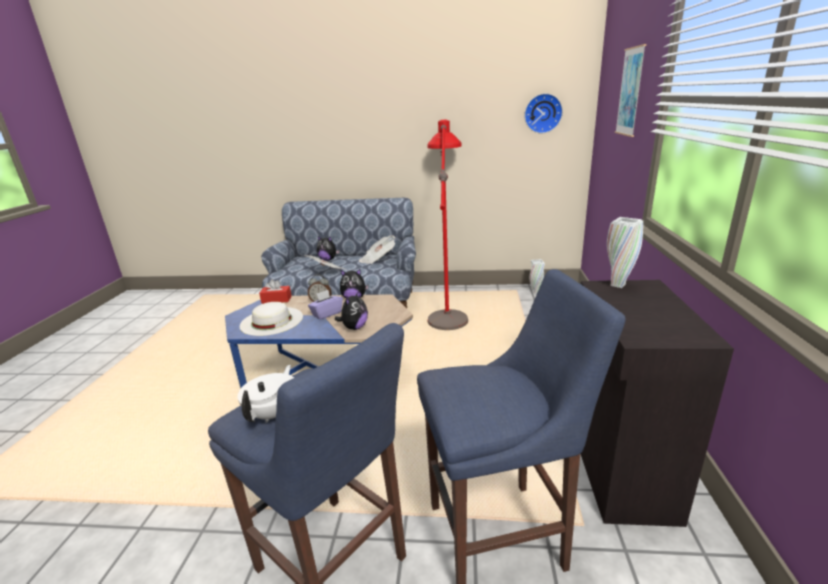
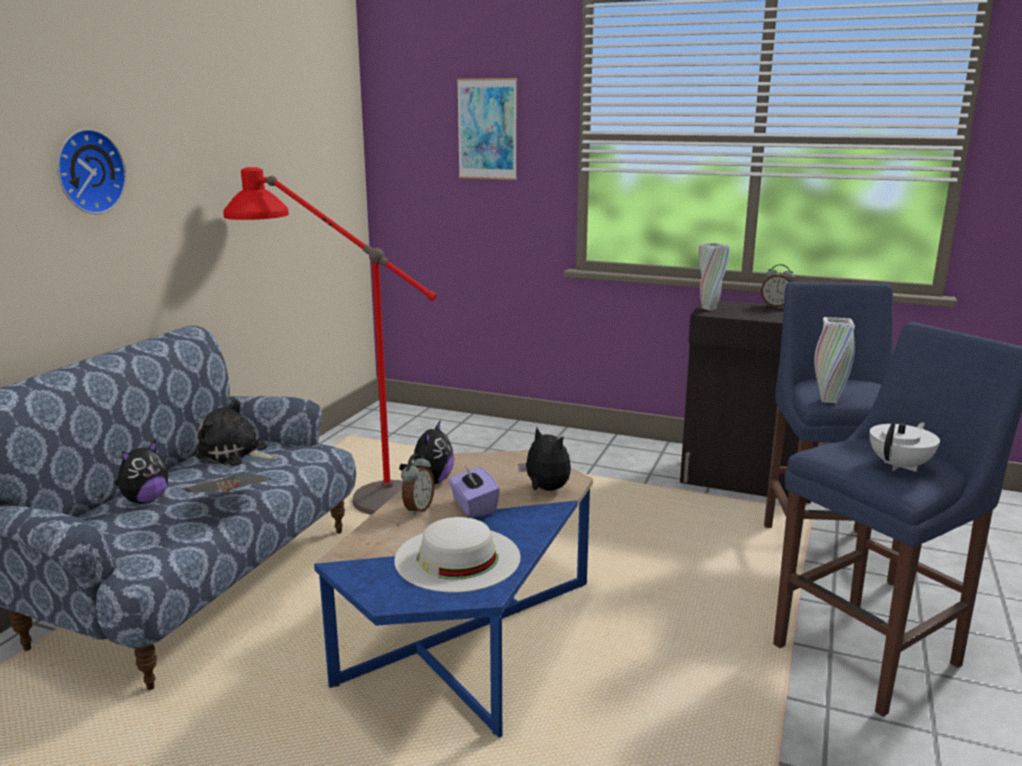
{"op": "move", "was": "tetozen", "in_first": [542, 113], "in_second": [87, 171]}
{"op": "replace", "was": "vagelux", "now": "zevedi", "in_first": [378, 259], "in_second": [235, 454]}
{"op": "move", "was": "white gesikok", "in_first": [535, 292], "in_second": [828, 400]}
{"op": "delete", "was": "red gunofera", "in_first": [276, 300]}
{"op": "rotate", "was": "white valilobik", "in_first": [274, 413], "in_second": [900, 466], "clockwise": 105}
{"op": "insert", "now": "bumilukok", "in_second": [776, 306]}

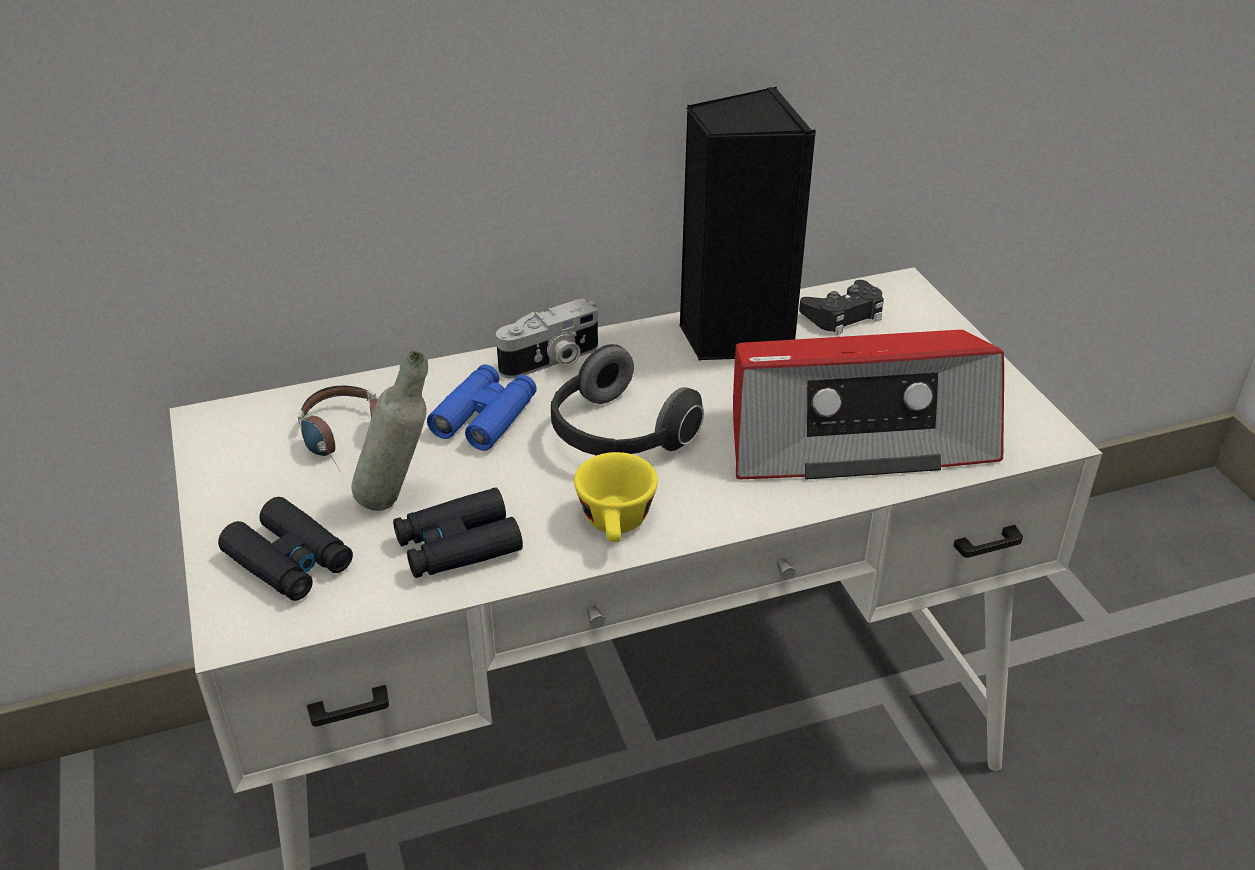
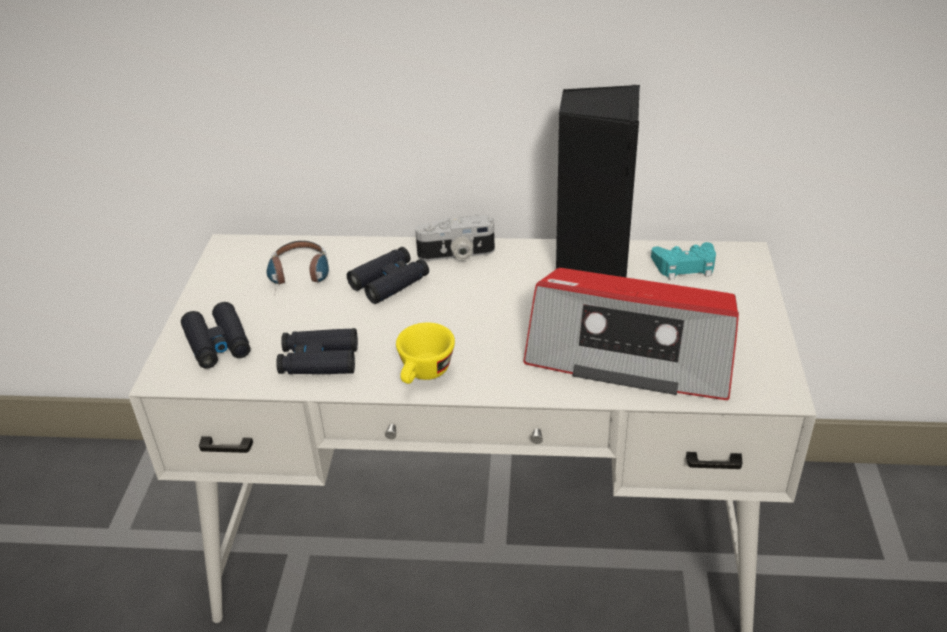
{"op": "recolor", "was": "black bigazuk", "now": "turquoise bigazuk", "in_first": [843, 315], "in_second": [684, 266]}
{"op": "delete", "was": "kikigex", "in_first": [617, 436]}
{"op": "delete", "was": "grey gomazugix", "in_first": [399, 500]}
{"op": "recolor", "was": "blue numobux", "now": "black numobux", "in_first": [485, 417], "in_second": [389, 282]}

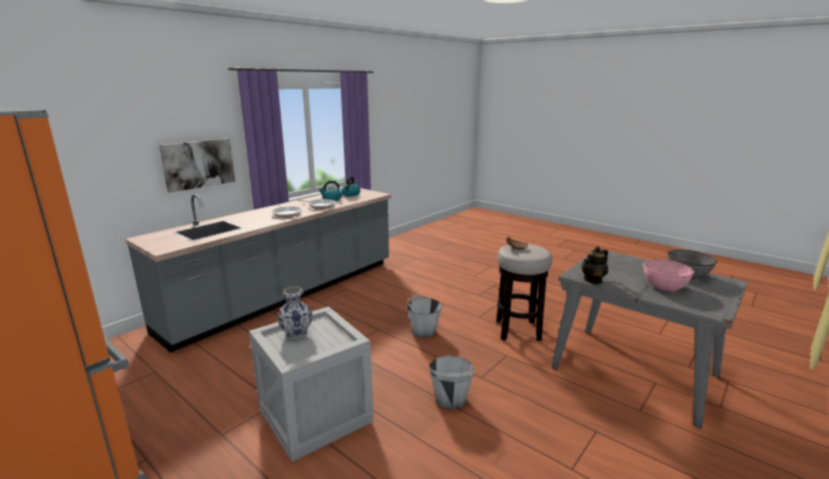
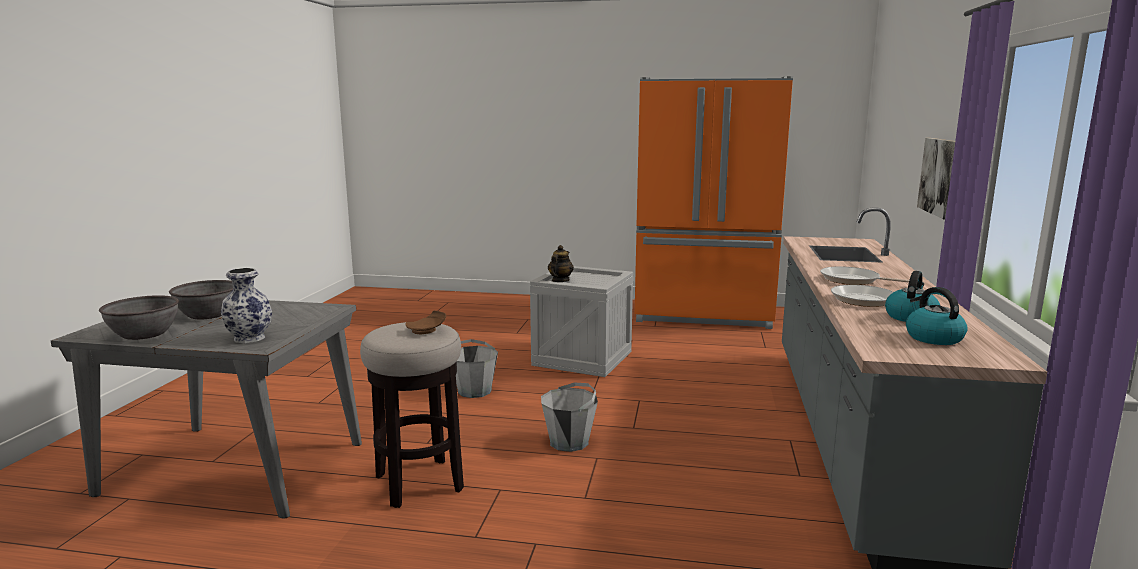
{"op": "move", "was": "valilobik", "in_first": [593, 280], "in_second": [560, 281]}
{"op": "recolor", "was": "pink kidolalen", "now": "grey kidolalen", "in_first": [664, 286], "in_second": [208, 314]}
{"op": "move", "was": "gesikok", "in_first": [296, 334], "in_second": [250, 338]}

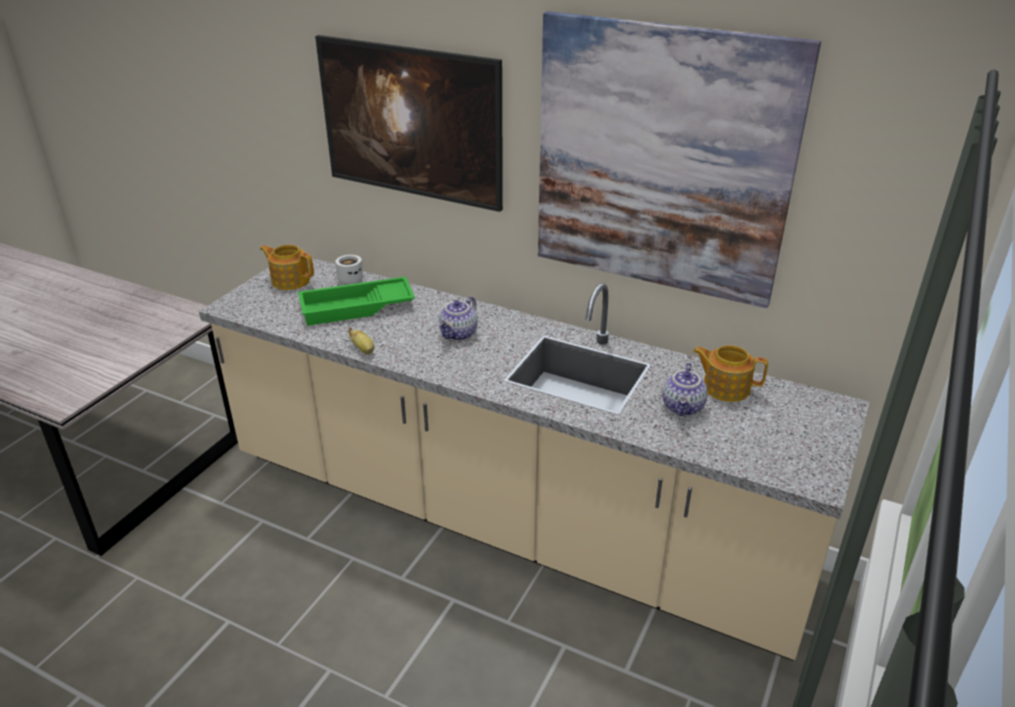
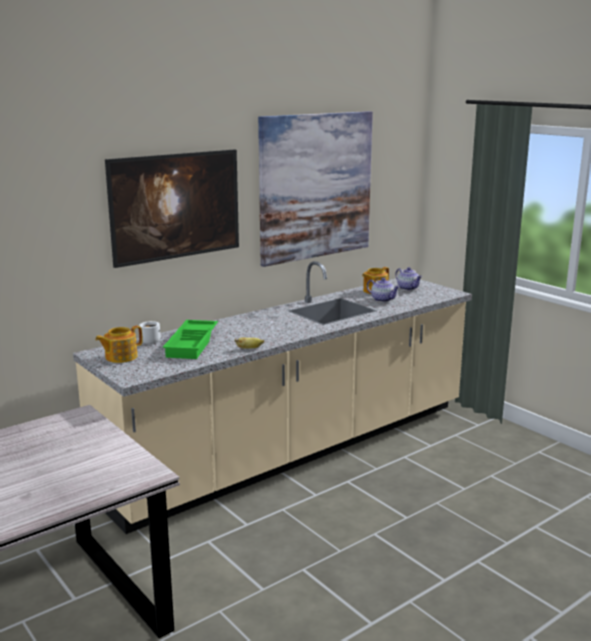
{"op": "move", "was": "valilobik", "in_first": [459, 334], "in_second": [408, 288]}

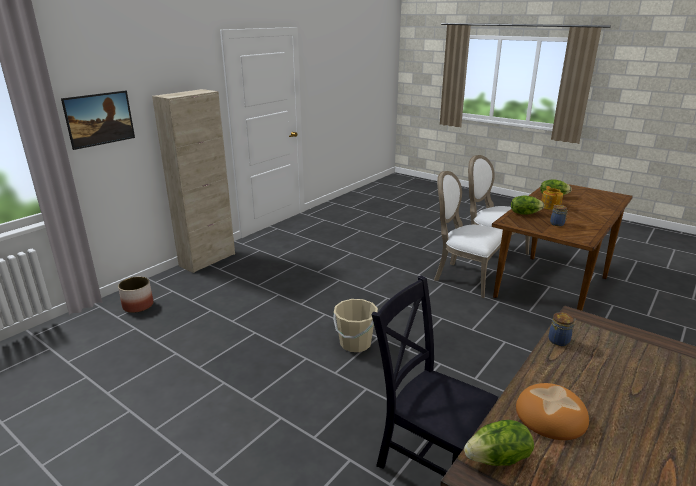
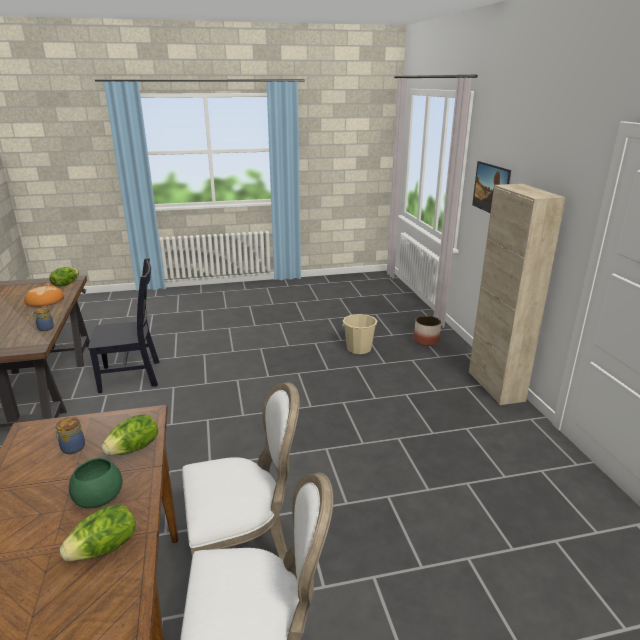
{"op": "replace", "was": "valilobik", "now": "green kidolalen", "in_first": [550, 206], "in_second": [98, 498]}
{"op": "move", "was": "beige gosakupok", "in_first": [355, 343], "in_second": [359, 349]}

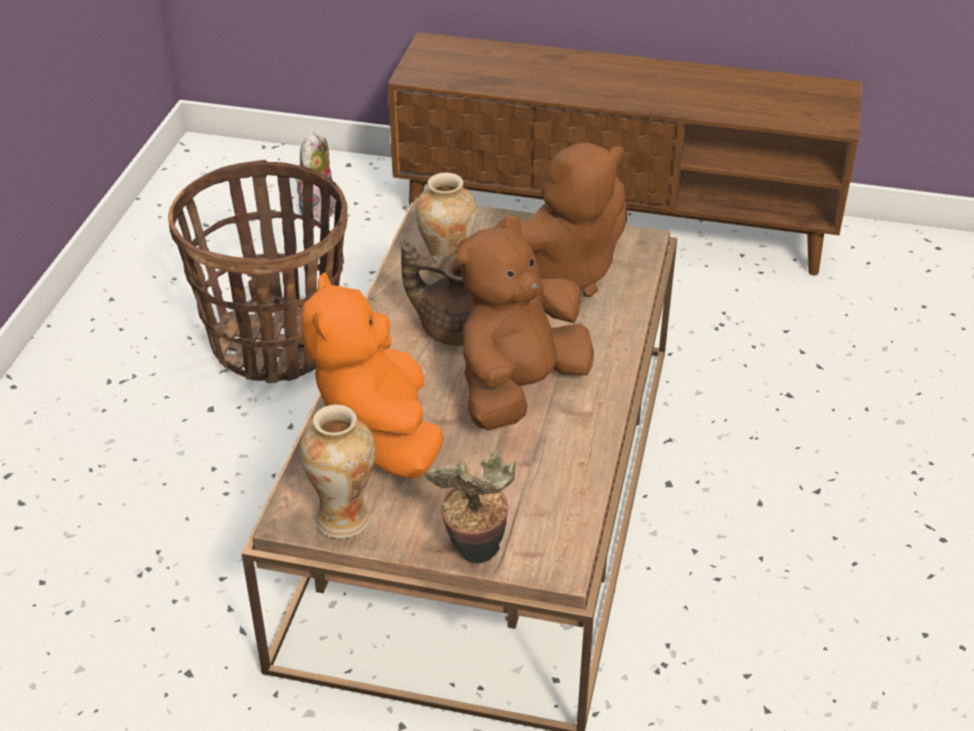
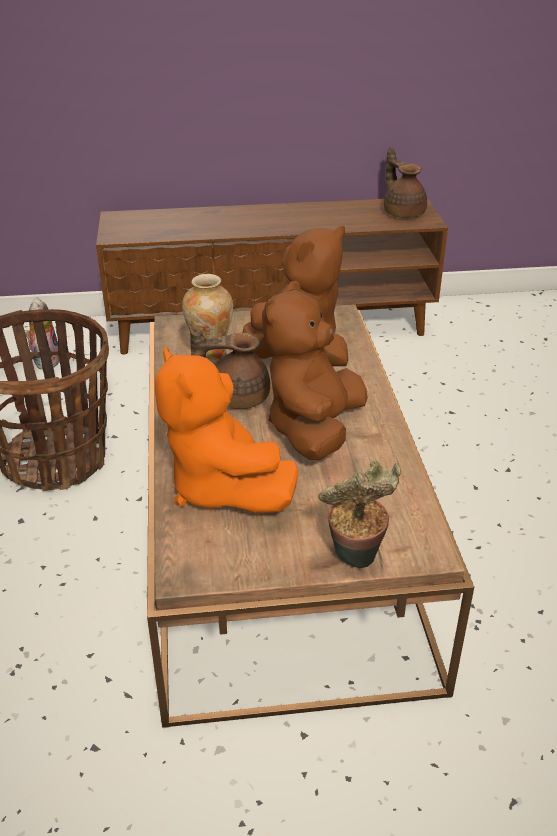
{"op": "delete", "was": "gesikok", "in_first": [343, 519]}
{"op": "insert", "now": "brown valilobik", "in_second": [403, 212]}

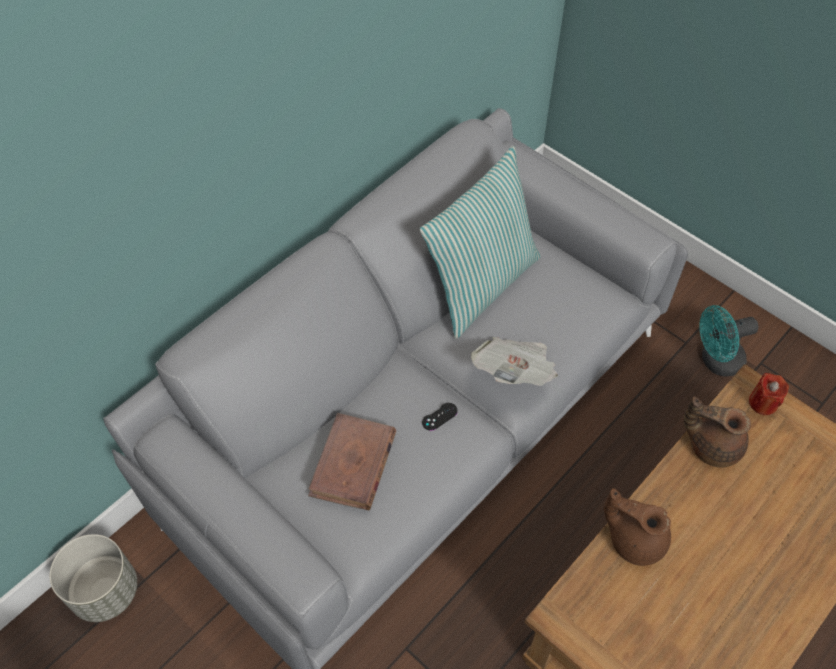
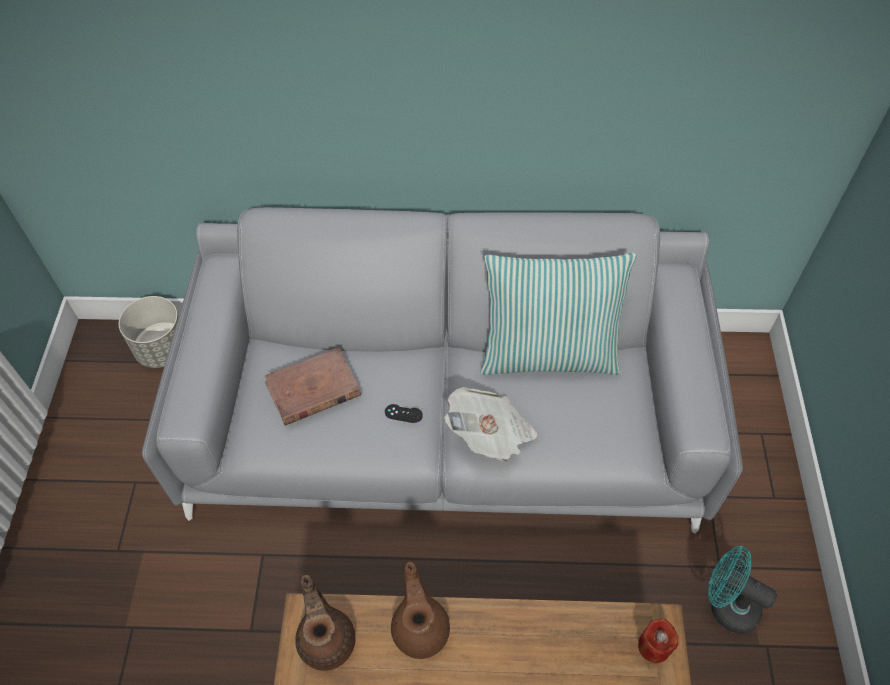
{"op": "move", "was": "brown valilobik", "in_first": [711, 445], "in_second": [327, 638]}

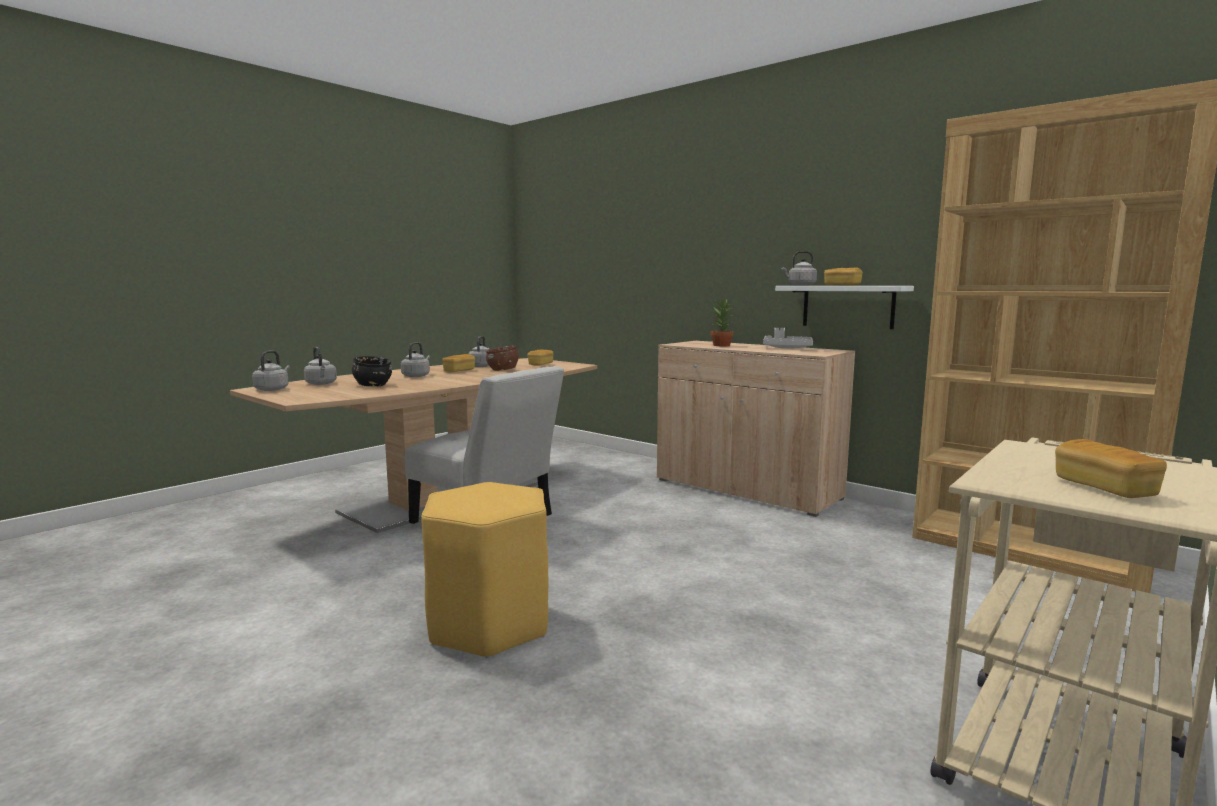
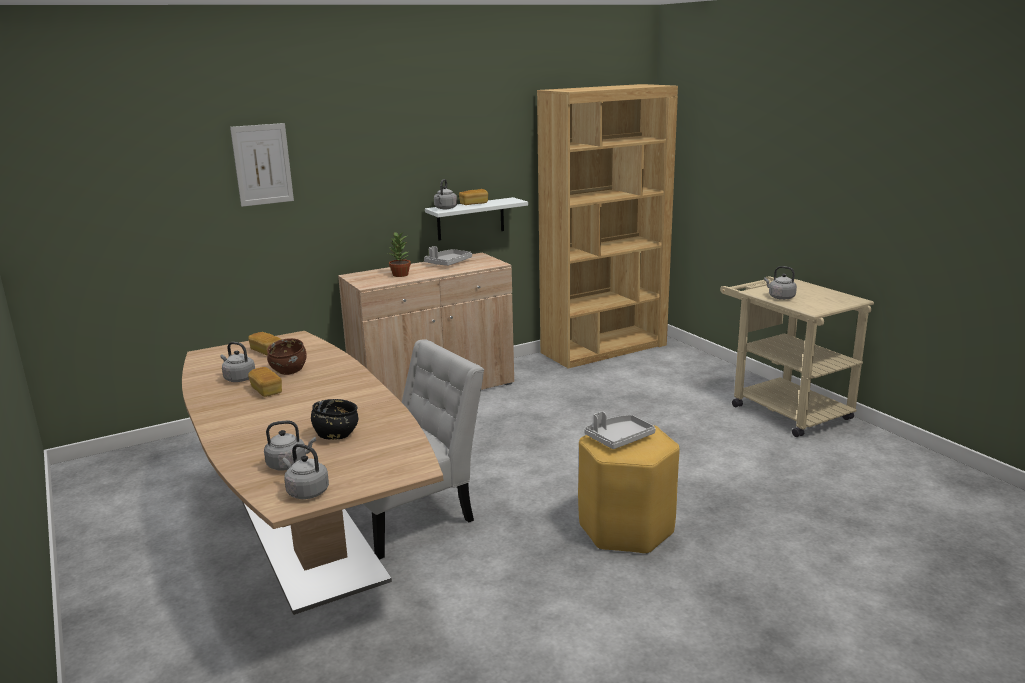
{"op": "move", "was": "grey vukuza", "in_first": [416, 376], "in_second": [780, 297]}
{"op": "delete", "was": "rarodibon", "in_first": [1104, 488]}
{"op": "insert", "now": "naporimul", "in_second": [262, 164]}
{"op": "insert", "now": "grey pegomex", "in_second": [619, 438]}

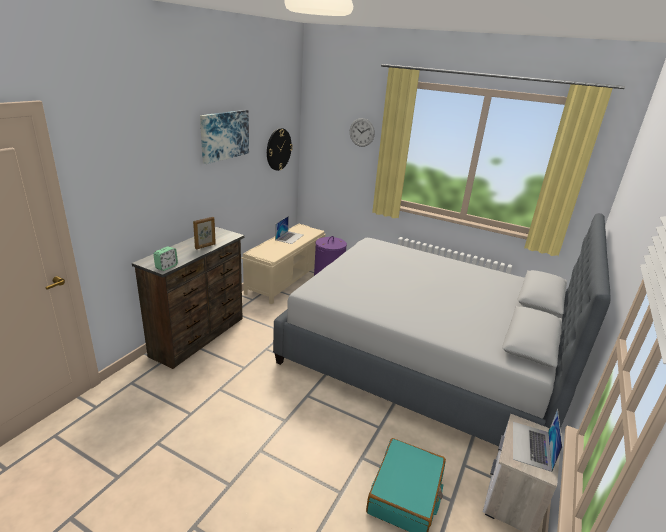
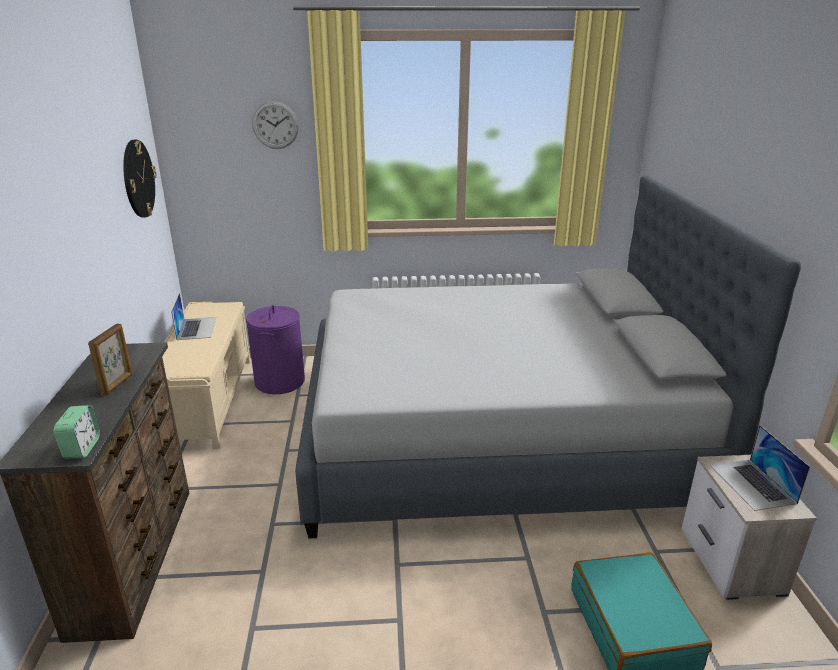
{"op": "delete", "was": "naporimul", "in_first": [224, 135]}

